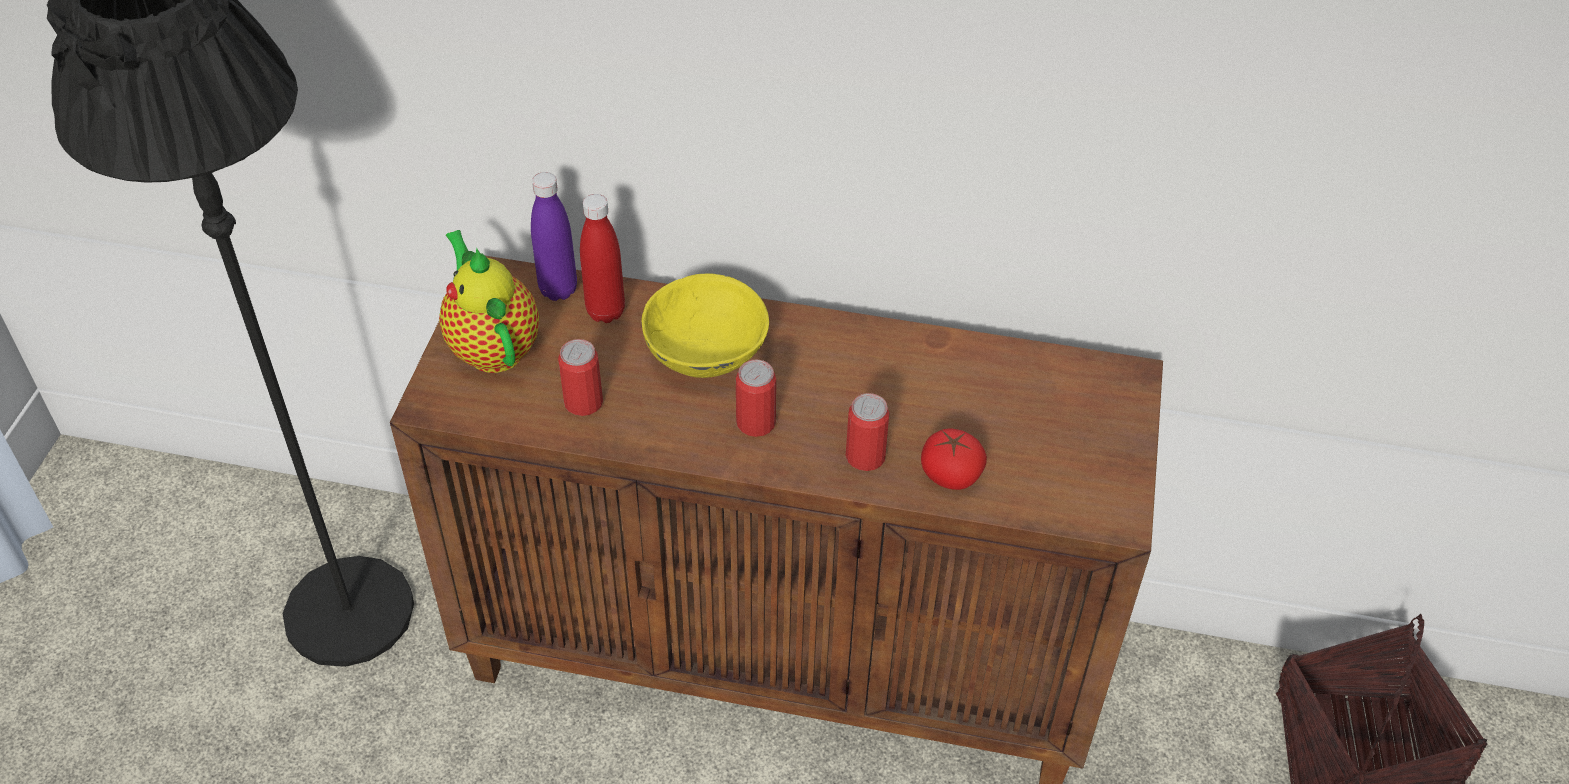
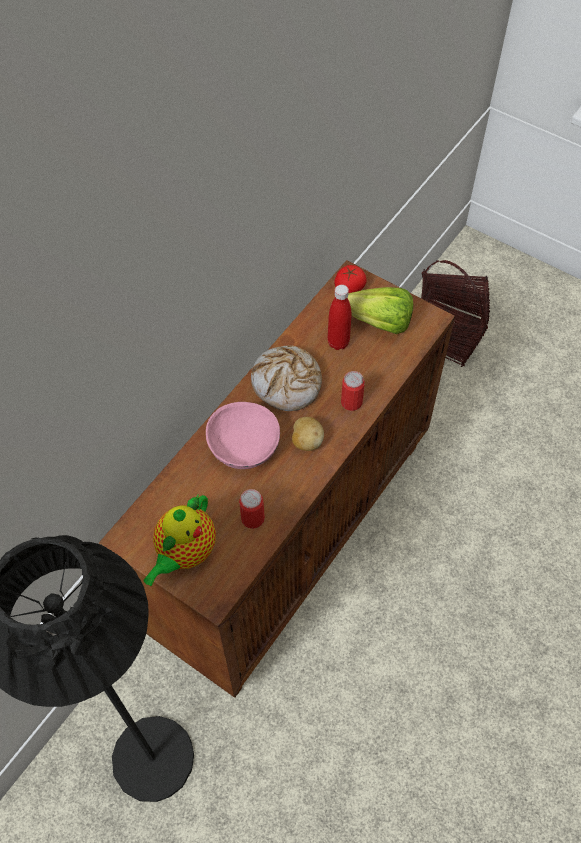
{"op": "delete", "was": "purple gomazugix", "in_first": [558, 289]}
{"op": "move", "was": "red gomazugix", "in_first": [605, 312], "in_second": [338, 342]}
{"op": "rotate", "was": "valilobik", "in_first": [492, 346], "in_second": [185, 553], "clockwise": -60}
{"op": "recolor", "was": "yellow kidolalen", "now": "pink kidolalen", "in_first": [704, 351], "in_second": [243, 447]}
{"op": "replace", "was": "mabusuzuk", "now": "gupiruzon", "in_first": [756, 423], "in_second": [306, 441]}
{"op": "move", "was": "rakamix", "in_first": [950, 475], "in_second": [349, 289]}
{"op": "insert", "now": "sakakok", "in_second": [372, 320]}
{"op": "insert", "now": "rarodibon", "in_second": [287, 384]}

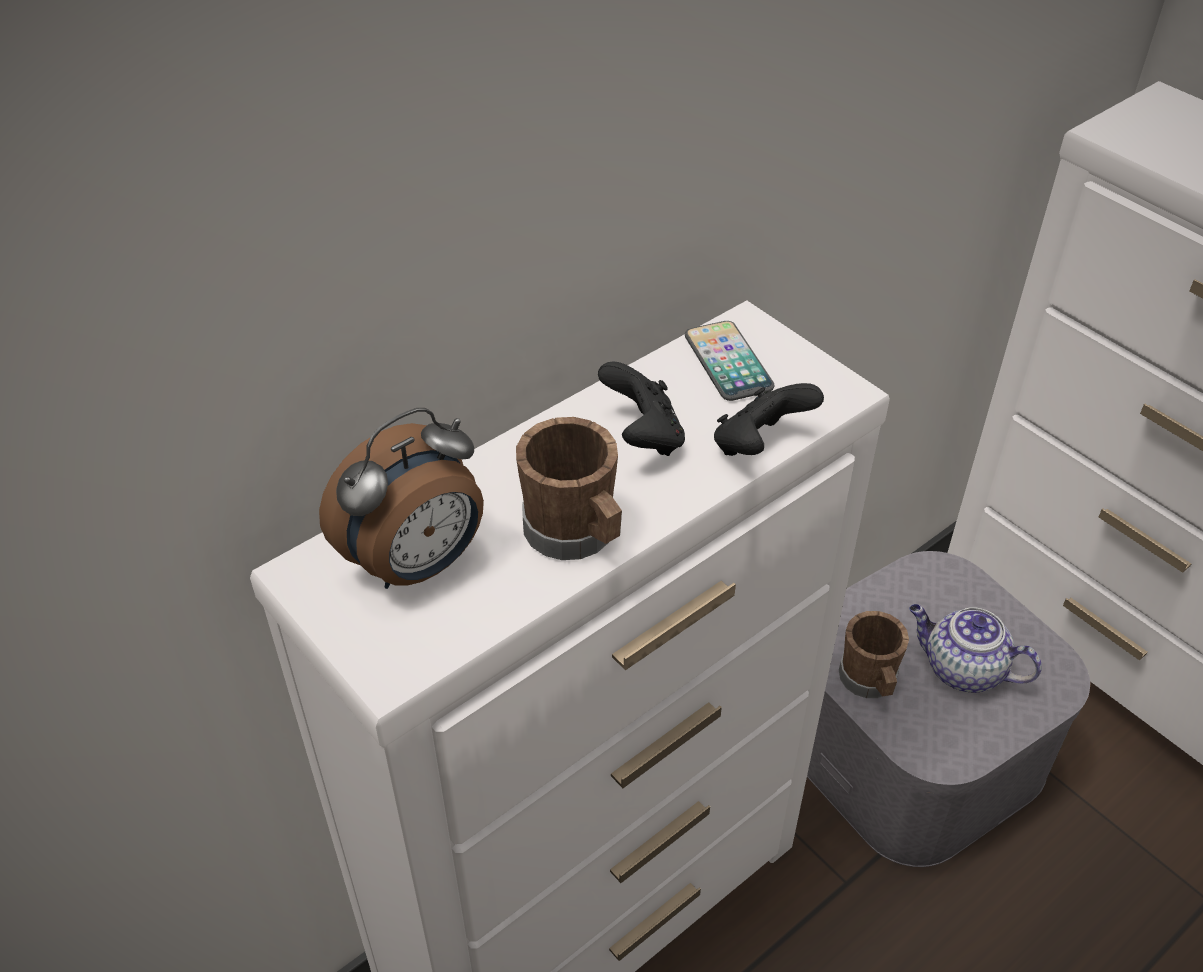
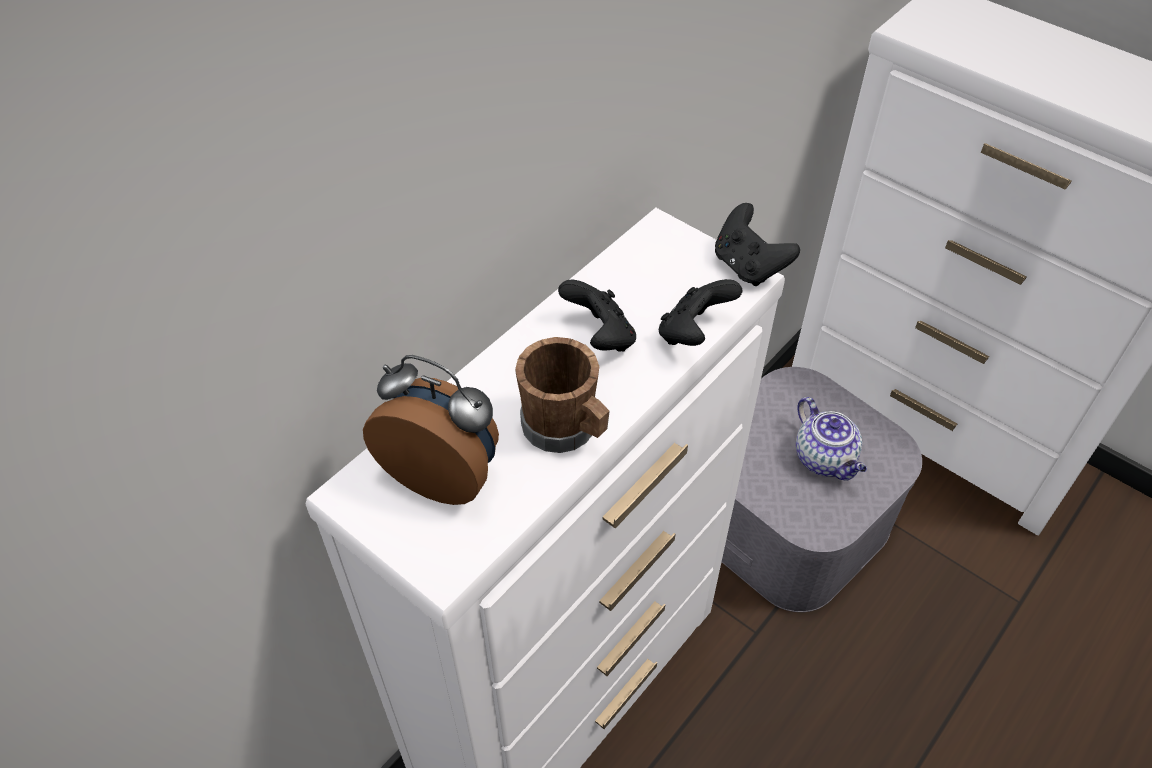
{"op": "delete", "was": "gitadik", "in_first": [728, 362]}
{"op": "rotate", "was": "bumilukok", "in_first": [418, 565], "in_second": [444, 473], "clockwise": -105}
{"op": "rotate", "was": "valilobik", "in_first": [961, 669], "in_second": [825, 459], "clockwise": -135}
{"op": "delete", "was": "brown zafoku", "in_first": [869, 681]}
{"op": "insert", "now": "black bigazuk", "in_second": [748, 266]}

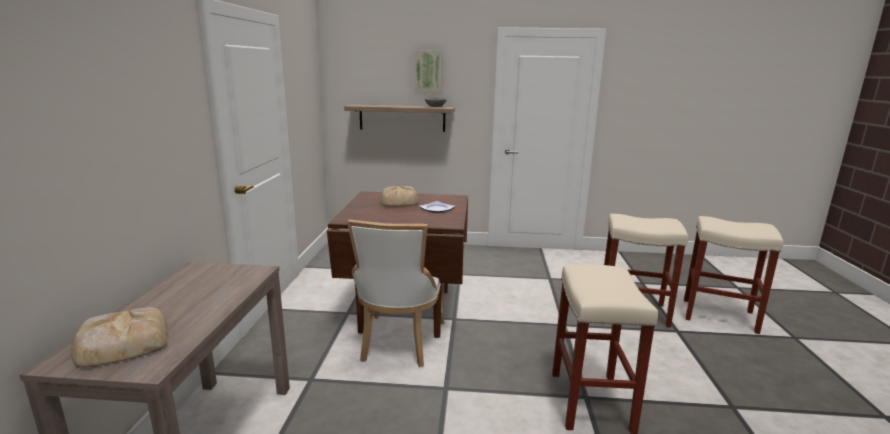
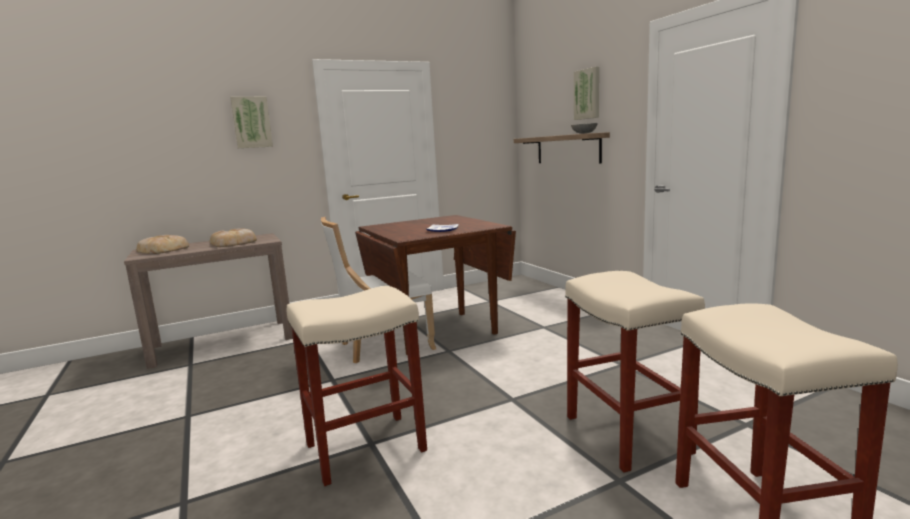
{"op": "move", "was": "rarodibon", "in_first": [399, 201], "in_second": [234, 243]}
{"op": "insert", "now": "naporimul", "in_second": [251, 122]}

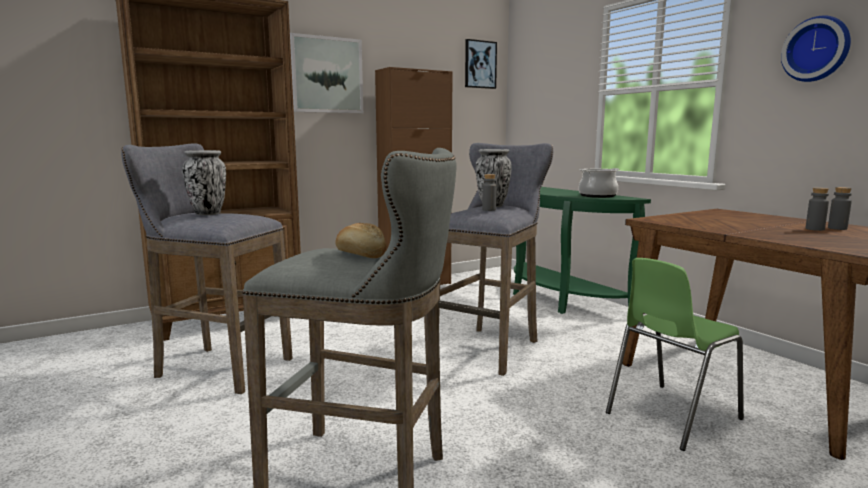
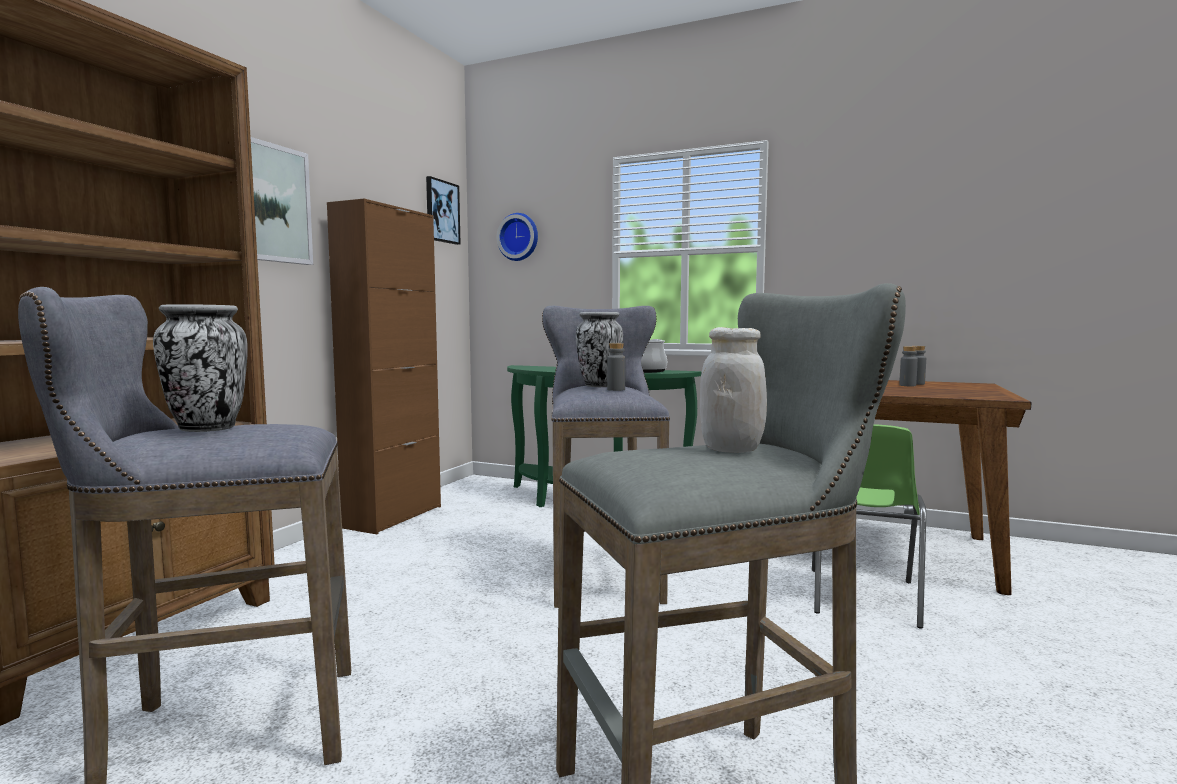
{"op": "move", "was": "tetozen", "in_first": [817, 49], "in_second": [519, 237]}
{"op": "replace", "was": "rarodibon", "now": "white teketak", "in_first": [361, 254], "in_second": [731, 449]}

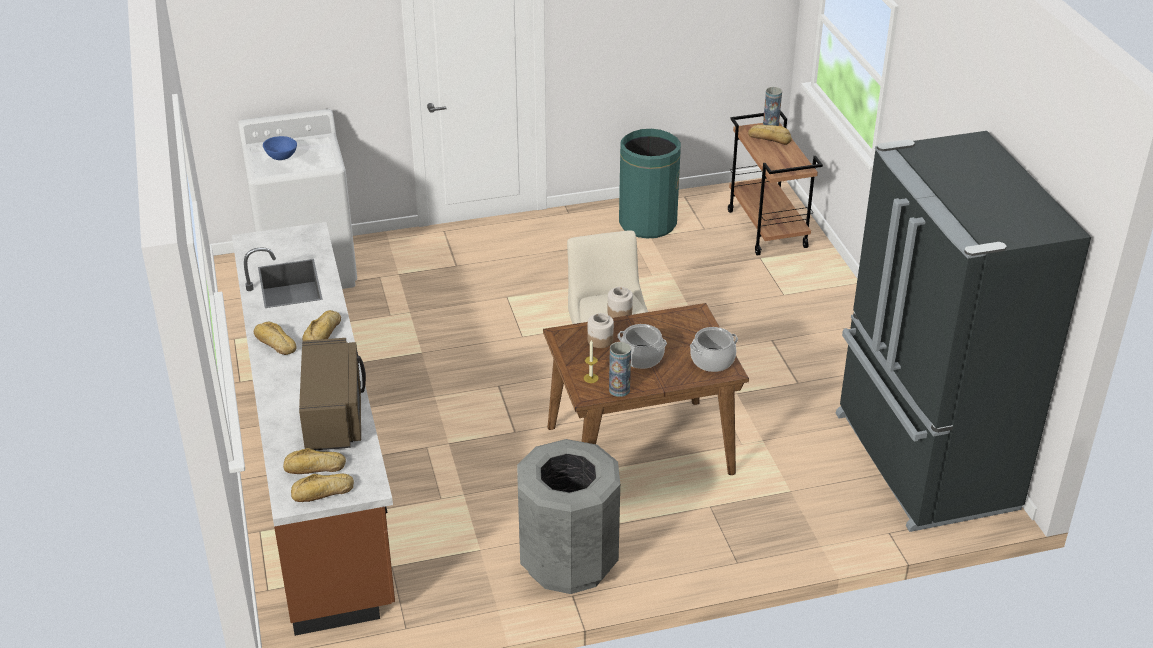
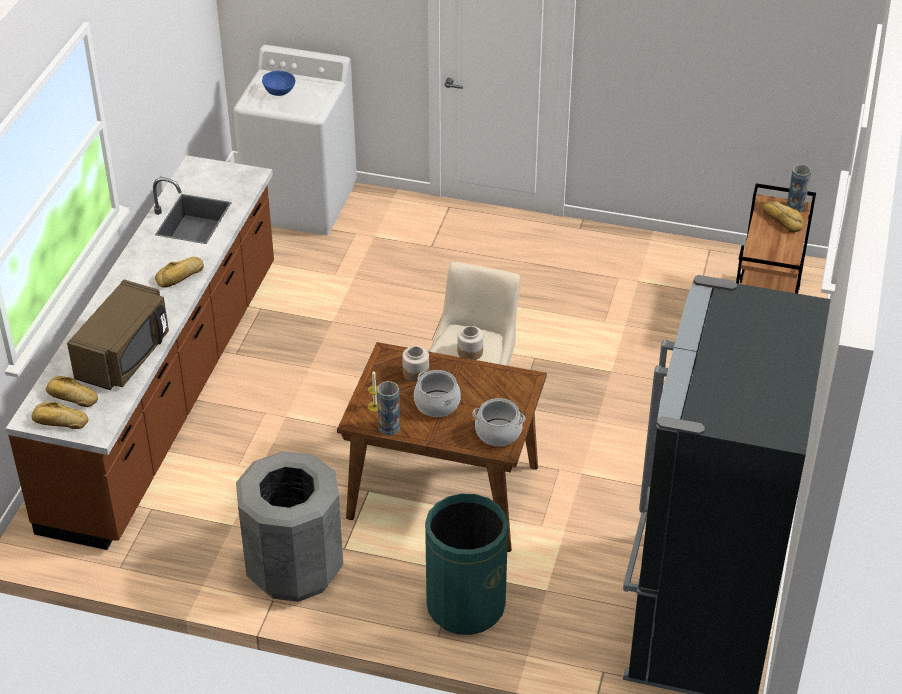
{"op": "move", "was": "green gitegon", "in_first": [647, 223], "in_second": [465, 605]}
{"op": "delete", "was": "rarodibon", "in_first": [274, 343]}

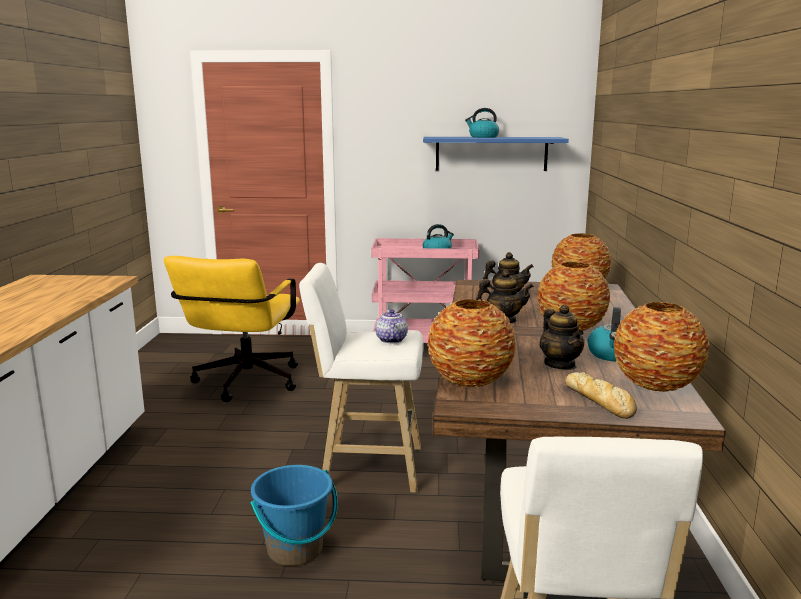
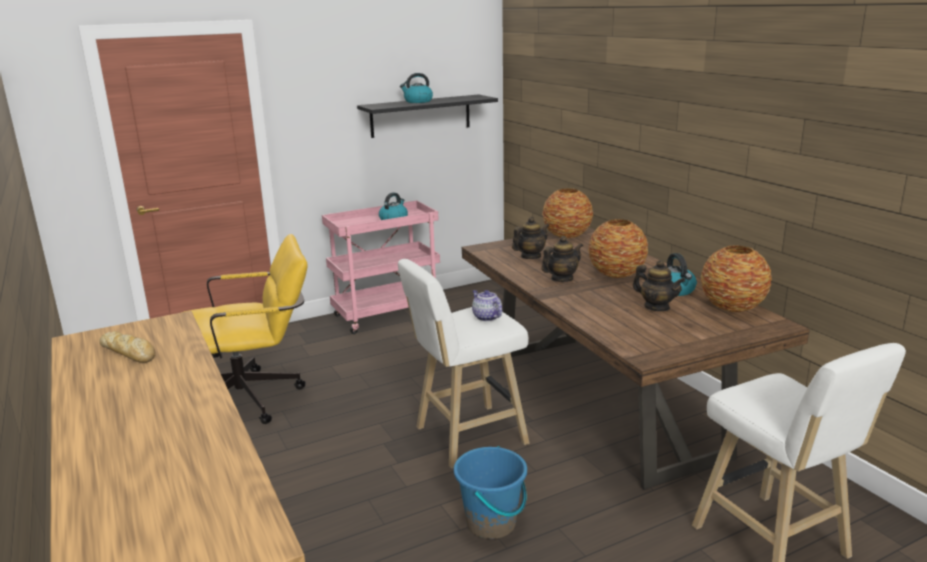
{"op": "recolor", "was": "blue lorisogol", "now": "black lorisogol", "in_first": [491, 153], "in_second": [420, 116]}
{"op": "rotate", "was": "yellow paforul", "in_first": [243, 384], "in_second": [255, 398], "clockwise": -90}
{"op": "delete", "was": "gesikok", "in_first": [469, 381]}
{"op": "move", "was": "rarodibon", "in_first": [599, 402], "in_second": [129, 353]}

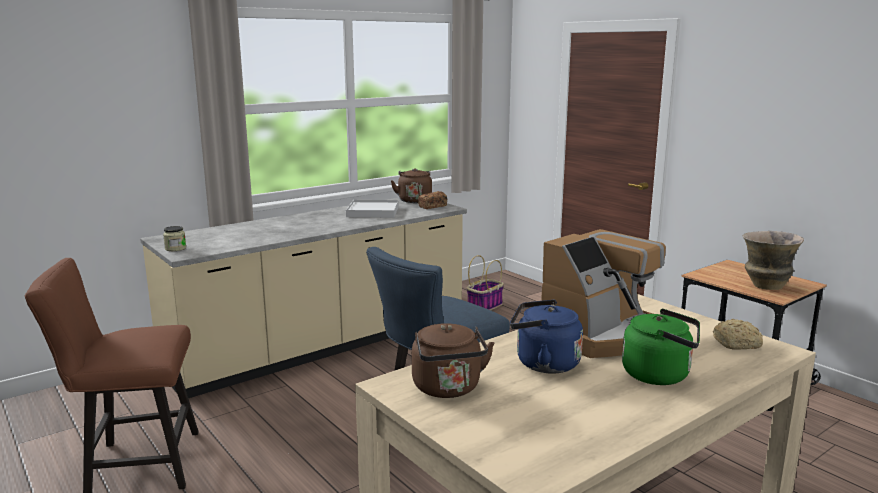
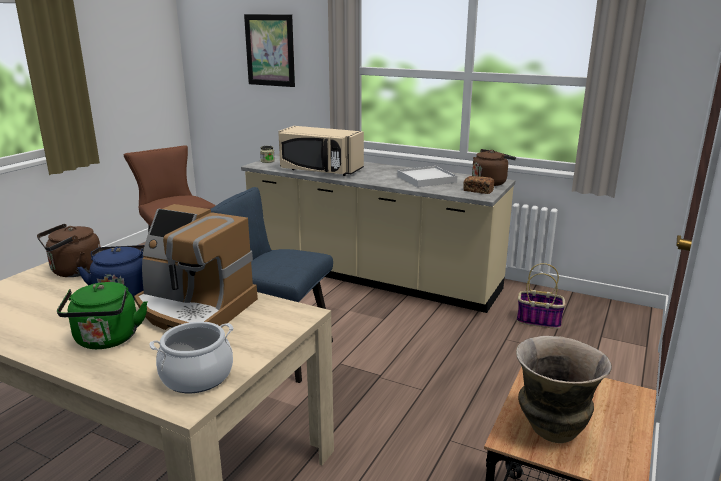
{"op": "replace", "was": "rarodibon", "now": "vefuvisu", "in_first": [737, 343], "in_second": [197, 376]}
{"op": "insert", "now": "naporimul", "in_second": [270, 50]}
{"op": "insert", "now": "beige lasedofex", "in_second": [320, 170]}

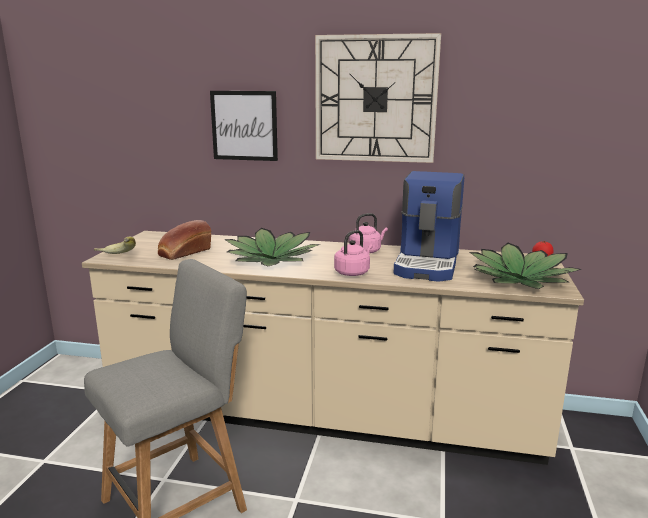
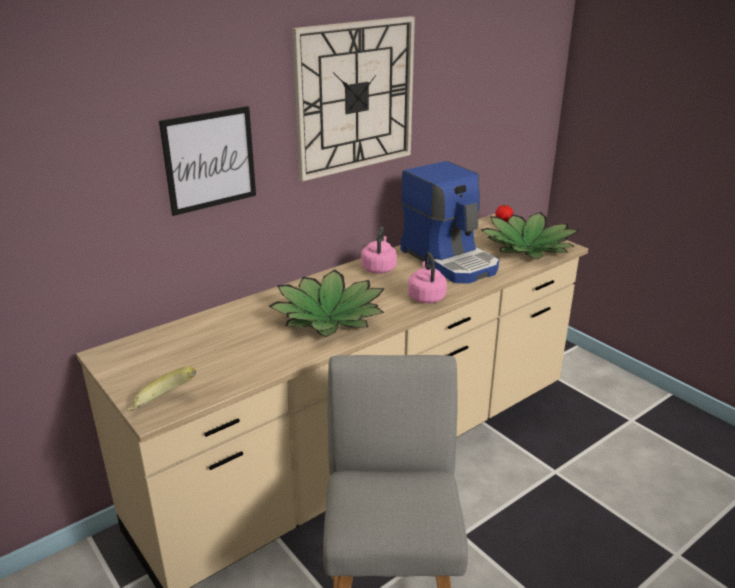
{"op": "delete", "was": "rarodibon", "in_first": [184, 252]}

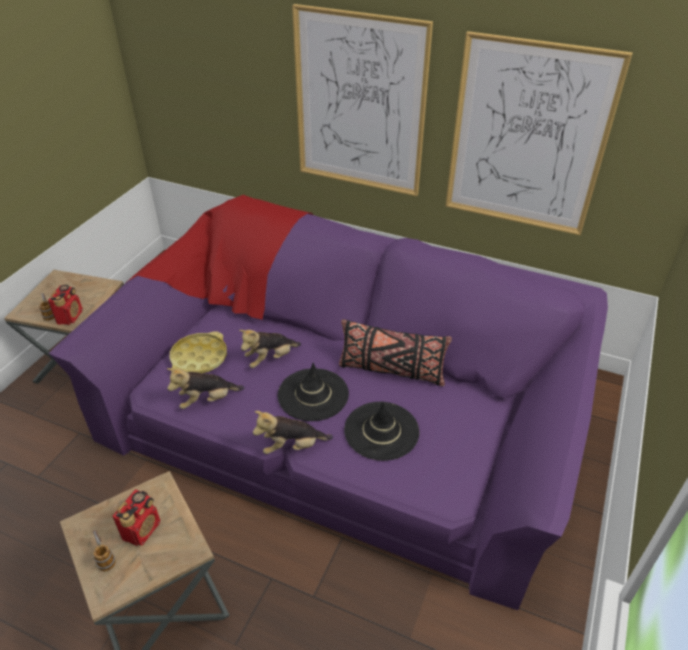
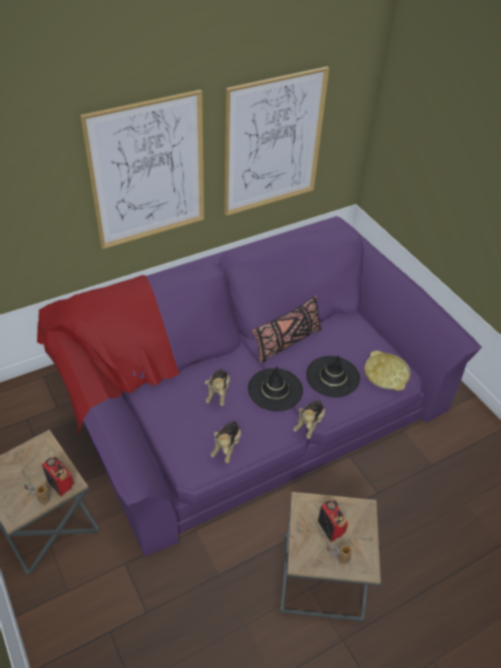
{"op": "move", "was": "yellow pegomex", "in_first": [199, 358], "in_second": [386, 374]}

